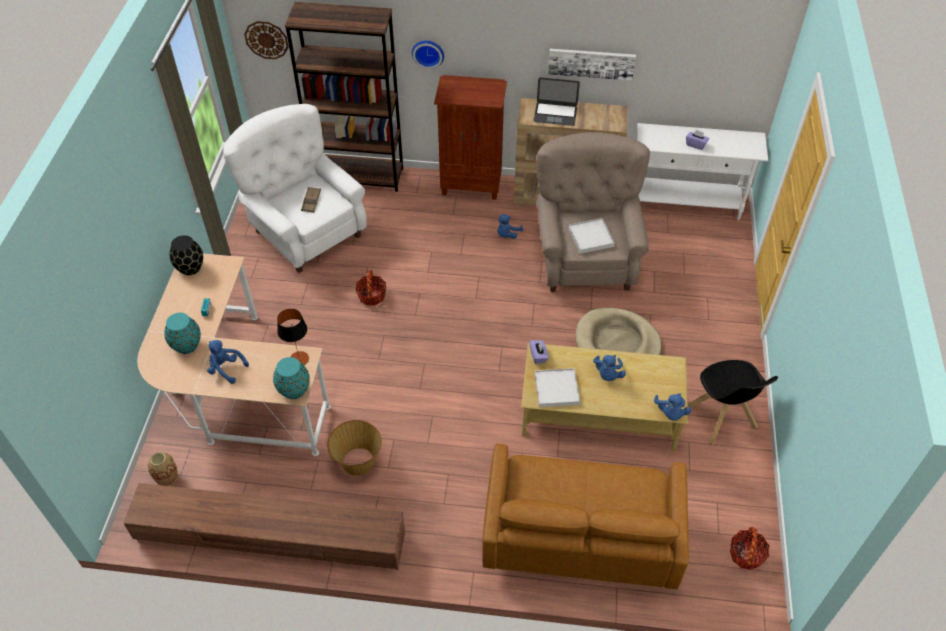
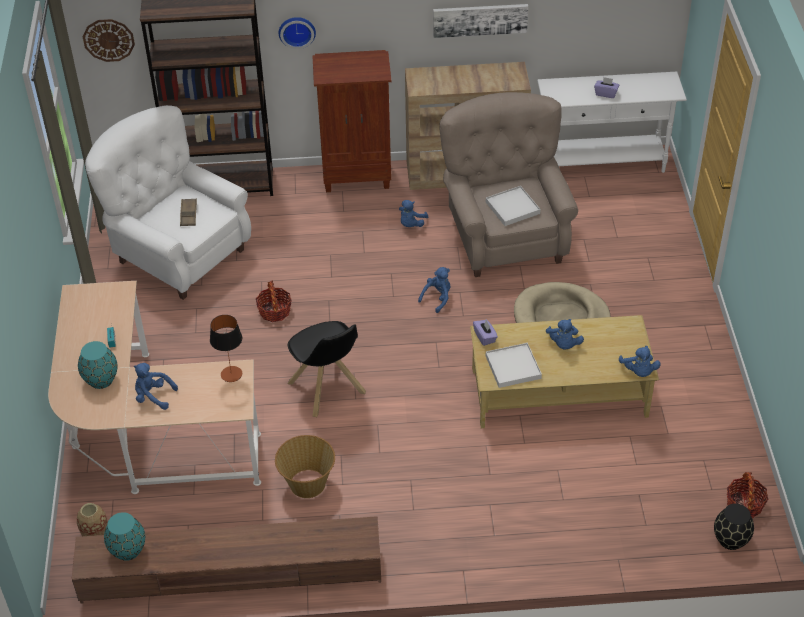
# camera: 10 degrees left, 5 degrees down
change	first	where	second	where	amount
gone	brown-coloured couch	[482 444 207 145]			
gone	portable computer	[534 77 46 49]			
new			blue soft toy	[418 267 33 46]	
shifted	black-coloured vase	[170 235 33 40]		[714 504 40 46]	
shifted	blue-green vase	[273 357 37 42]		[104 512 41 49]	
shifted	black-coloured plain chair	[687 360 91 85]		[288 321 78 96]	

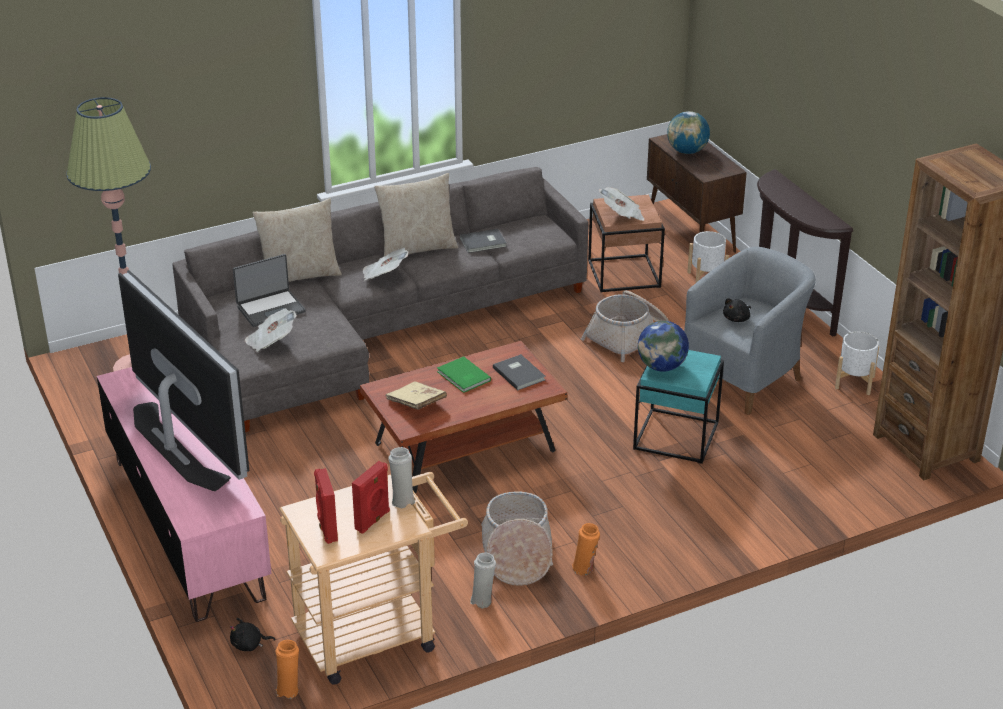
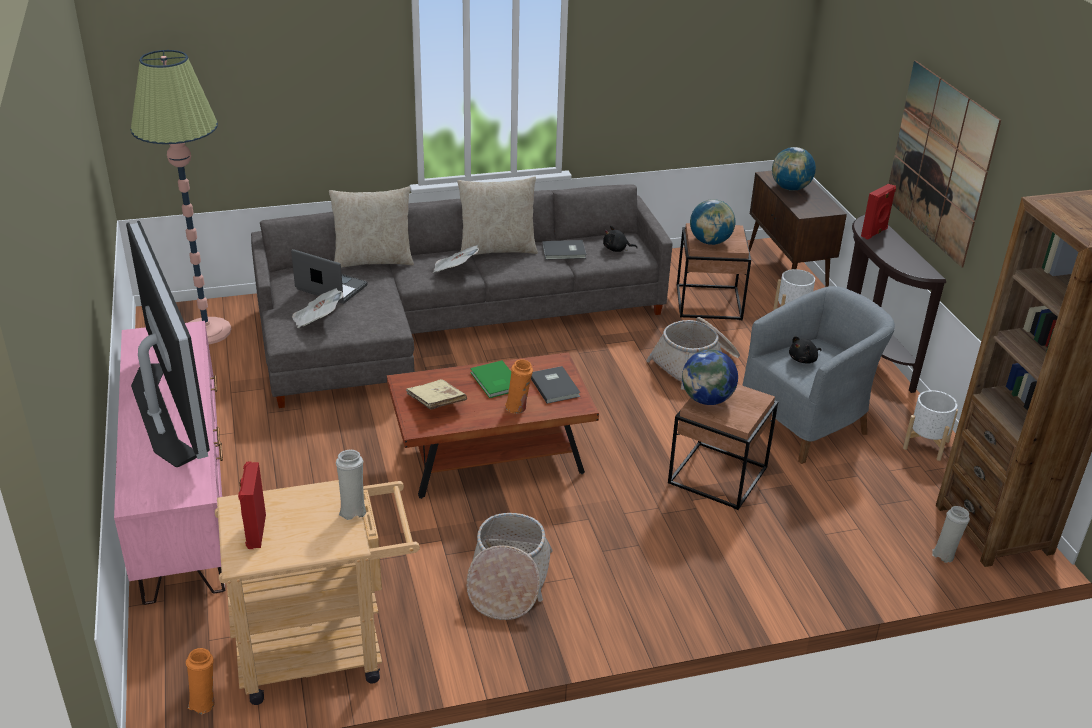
# camera: 10 degrees right, 0 degrees up
change	first	where	second	where	amount
new			wall art	[888 61 113 207]	
shifted	black-coloured soft toy	[230 618 45 33]		[603 225 35 27]	
shifted	red-coloured loudspeaker	[352 461 38 73]		[861 184 35 56]	
shifted	white vase	[470 553 26 56]		[932 506 38 57]	
shifted	orange vase	[572 523 28 52]		[505 359 28 54]	
swapped	printed paper	[599 187 45 34]	desk globe	[690 199 45 46]	
repainted	blue-green side table	[633 350 91 114]	brown-coloured side table	[668 384 110 126]	
rotated	portable computer	[233 254 73 73]		[291 249 77 55]	135 degrees counterclockwise

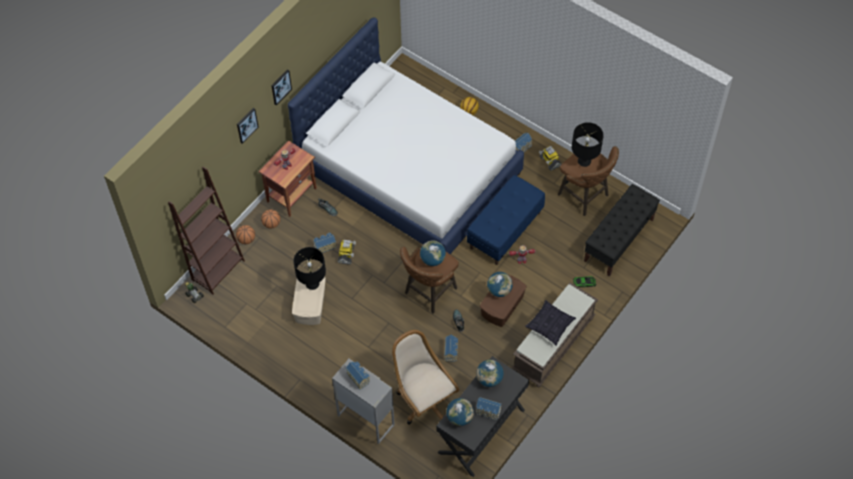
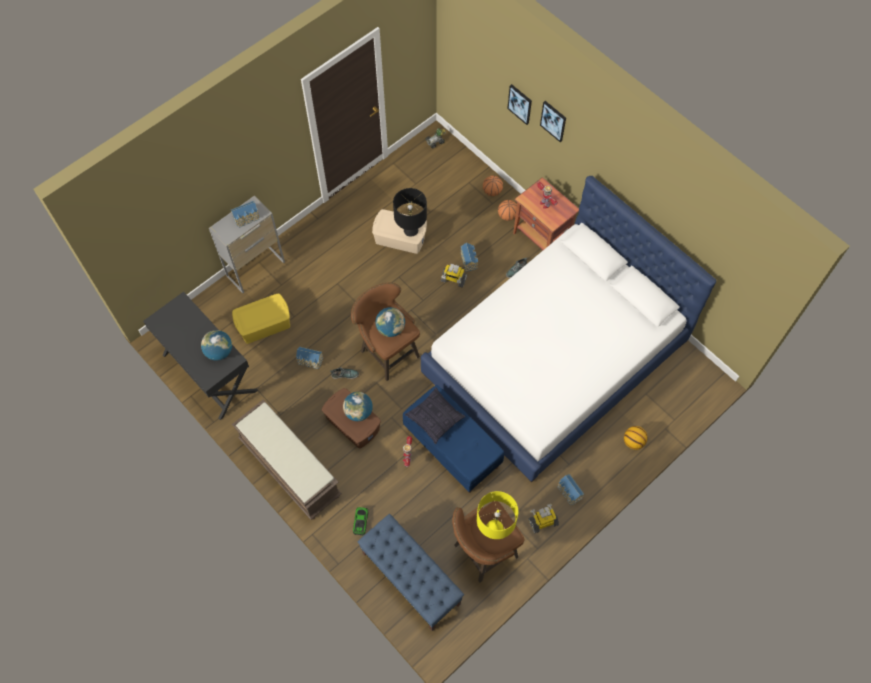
# camera: 100 degrees right, 5 degrees up
change	first	where	second	where	amount
gone	brown-coloured bookcase	[168 167 77 127]			
gone	desk globe	[446 398 28 28]			
gone	miniature house	[476 397 25 23]			
shifted	wall art	[271 69 21 36]		[507 84 25 41]	
shifted	pillow	[525 300 51 46]		[405 388 60 56]	
swapped	desk chair	[392 330 67 94]	yellowish storage box	[232 294 58 50]	
repainted	black-coloured tabletop lamp	[572 122 32 45]	yellowish tabletop lamp	[476 491 42 48]	
repainted	black-coloured indoor bench	[584 184 76 93]	blue indoor bench	[358 514 106 117]	

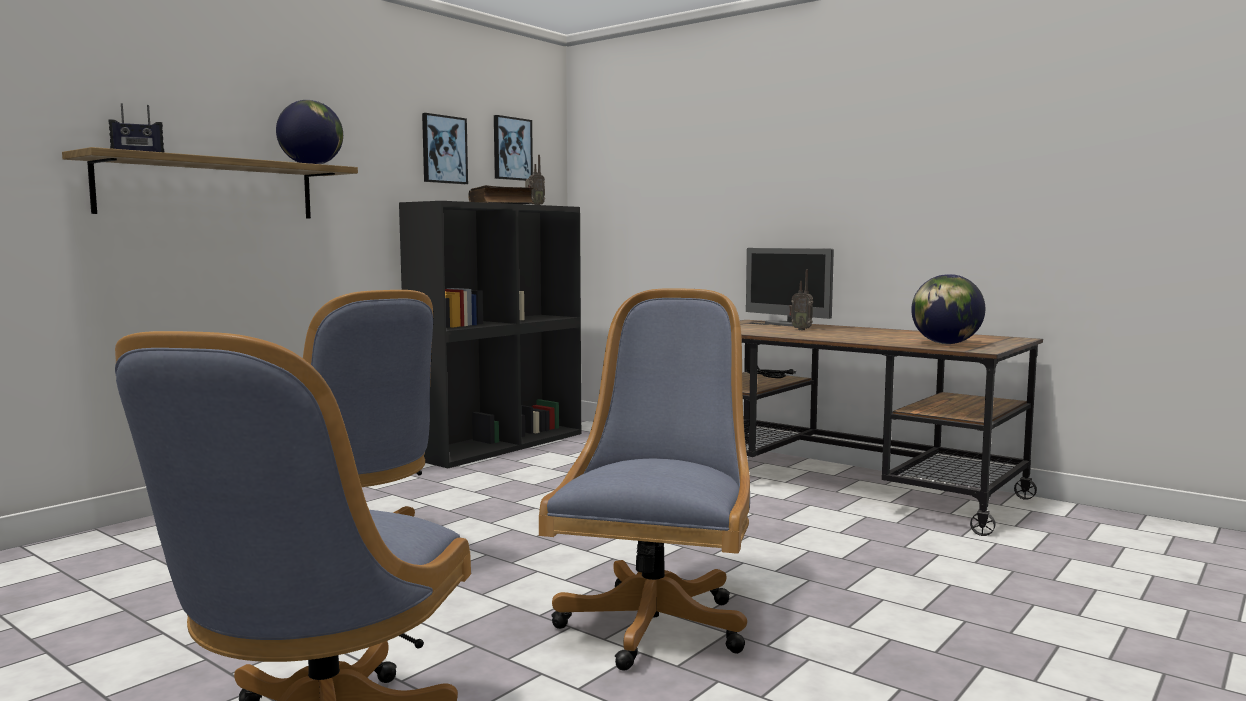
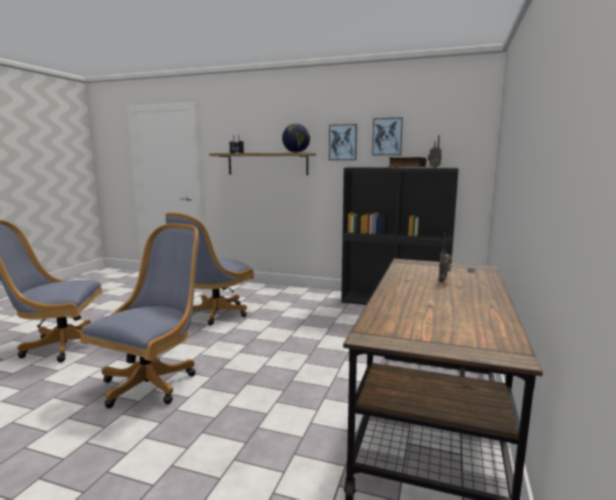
# camera: 70 degrees right, 5 degrees up
change	first	where	second	where	amount
gone	monitor	[746 248 88 78]			
gone	desk globe	[911 274 74 70]			
shifted	wall art	[494 115 39 66]		[329 124 28 36]	
rotated	blue desk chair	[539 288 211 383]		[80 223 119 185]	60 degrees counterclockwise

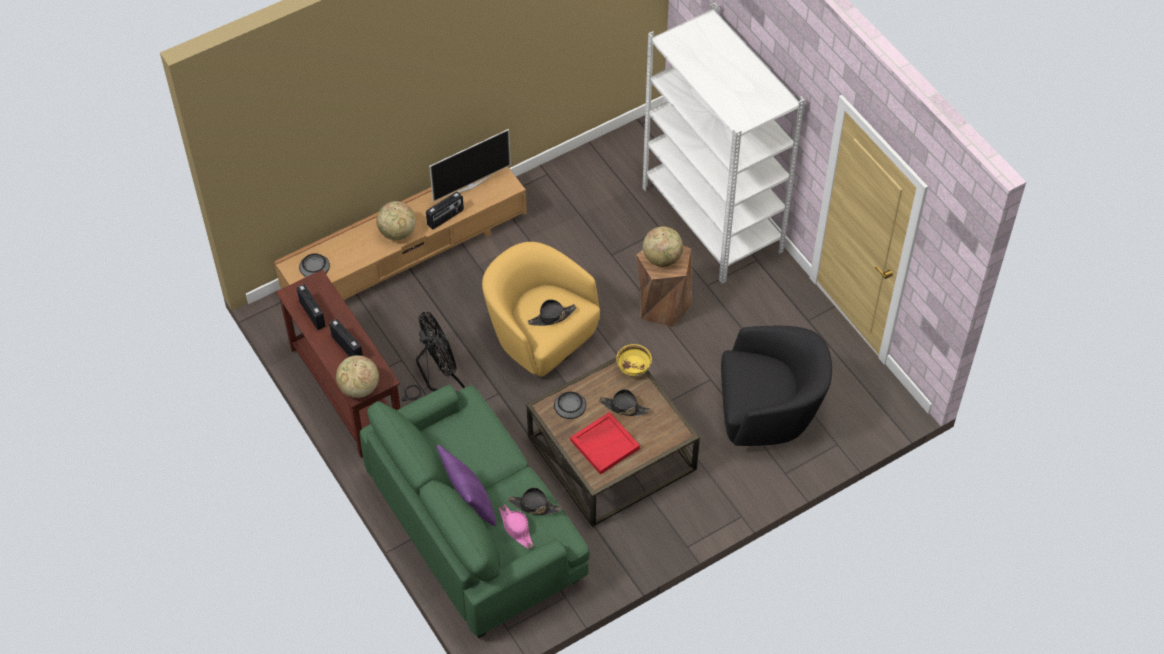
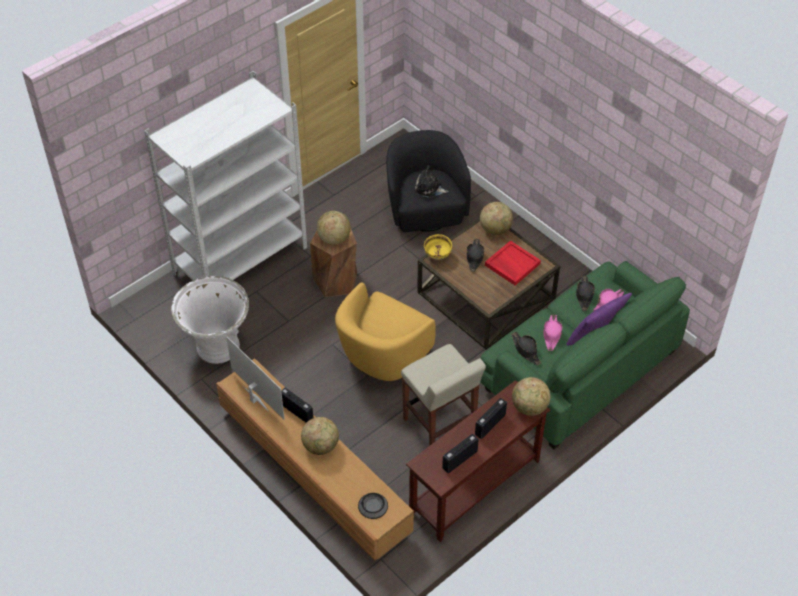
# camera: 100 degrees left, 5 degrees down
change	first	where	second	where	amount
gone	serving bowl	[554 392 32 27]			
new			white planter	[171 276 78 88]	
new			soft toy	[414 165 35 33]	
new			desk globe	[480 202 33 33]	
new			pinkish wearable hat	[543 315 19 36]	
shifted	black-coloured wearable hat	[528 299 49 27]		[511 332 30 33]	
swapped	black-coloured electric fan	[402 312 63 89]	sand-coloured stool	[401 344 85 102]	

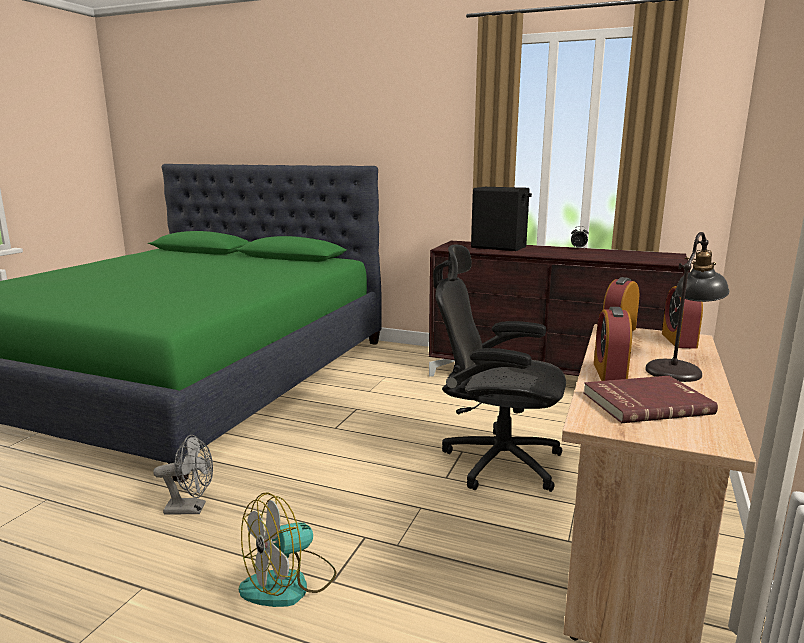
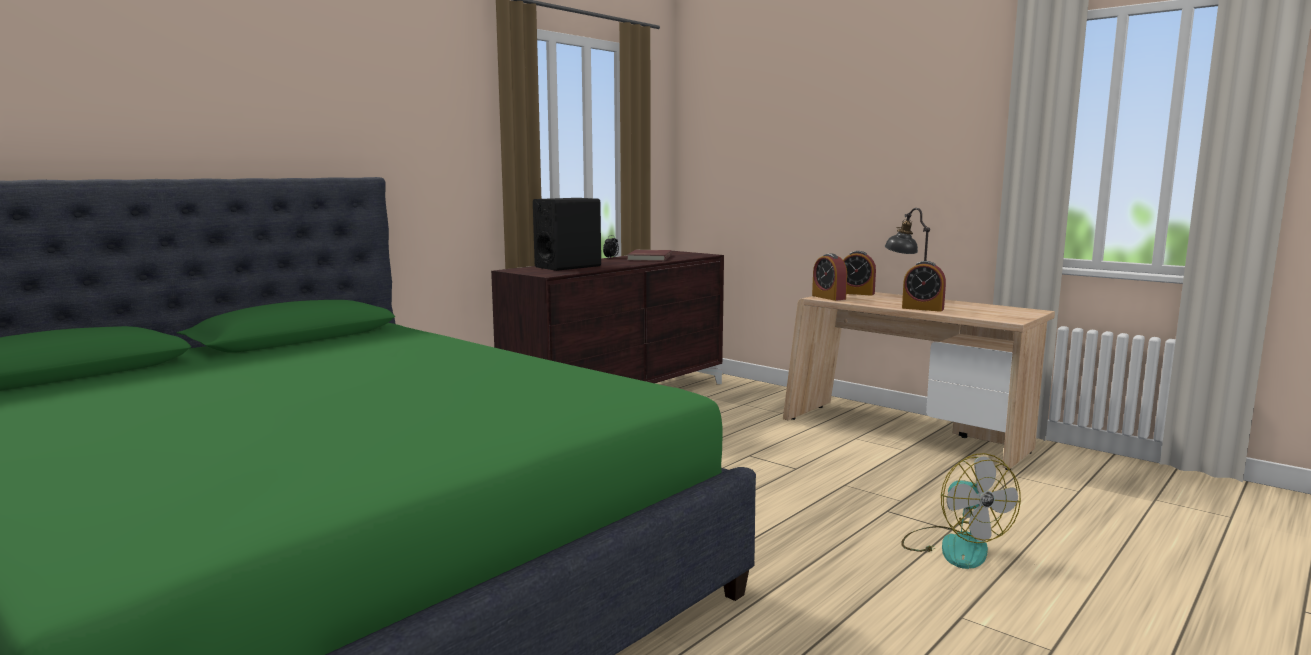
# camera: 70 degrees left, 5 degrees down
change	first	where	second	where	amount
gone	gray electric fan	[153 435 60 80]			
gone	desk chair	[433 245 133 247]			
shifted	red-coloured book	[583 376 135 47]		[627 250 45 11]	

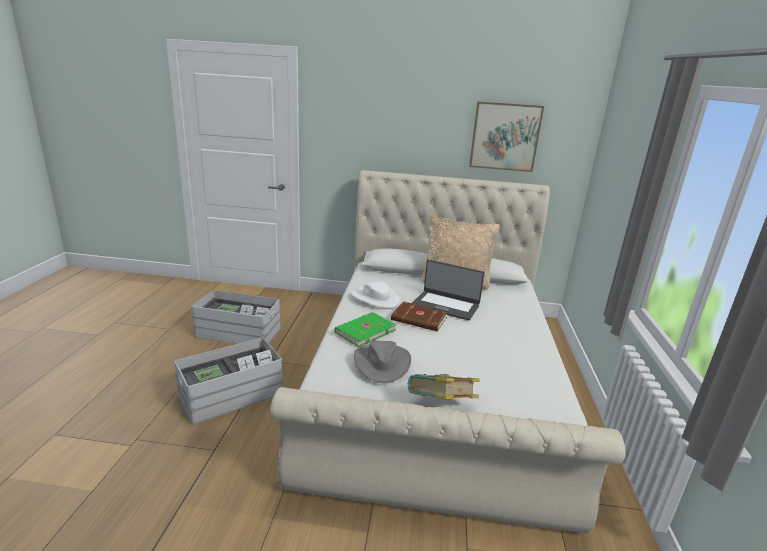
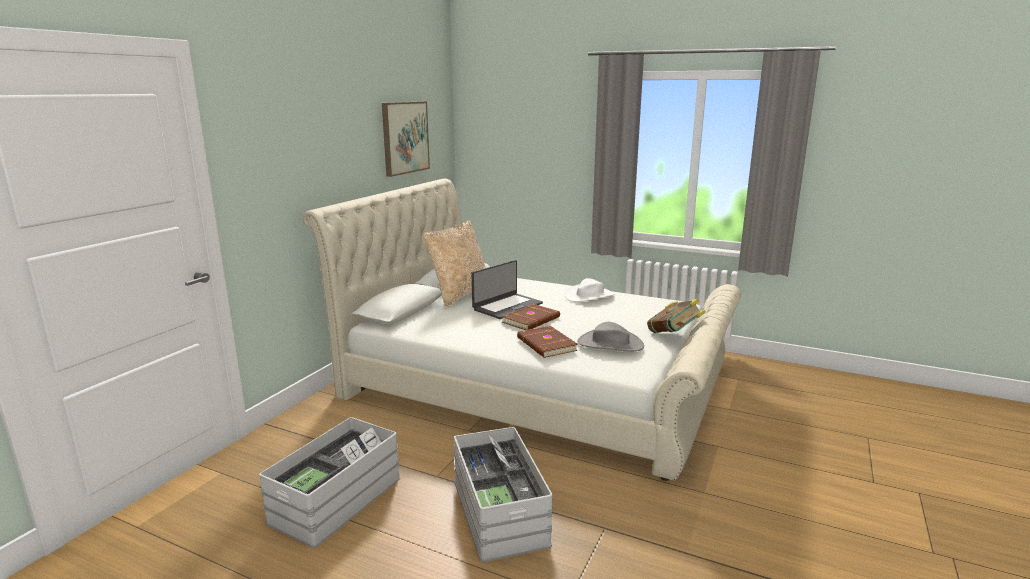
# camera: 70 degrees left, 5 degrees down
change	first	where	second	where	amount
shifted	white wearable hat	[351 281 50 27]		[565 278 50 24]	
repainted	green book	[334 312 62 35]	brown-coloured book	[517 326 61 32]	

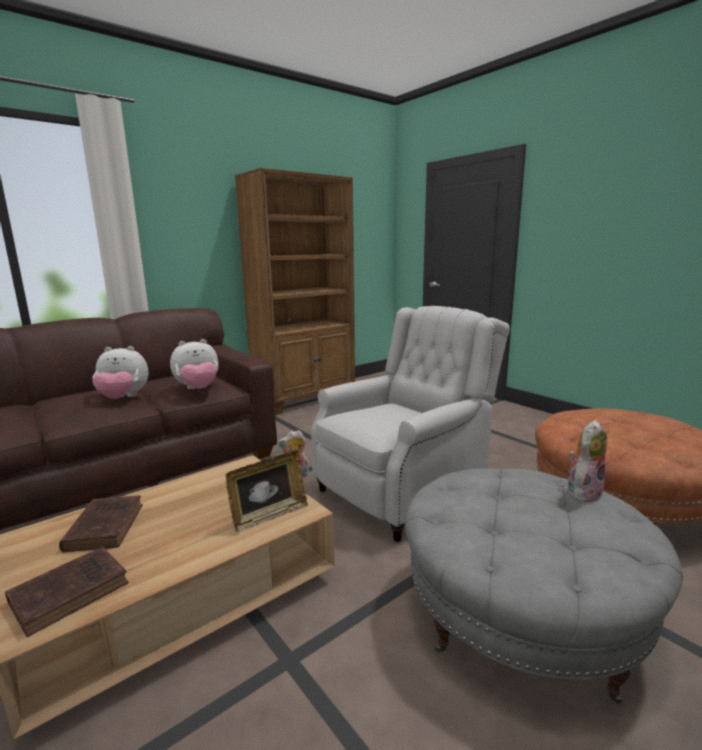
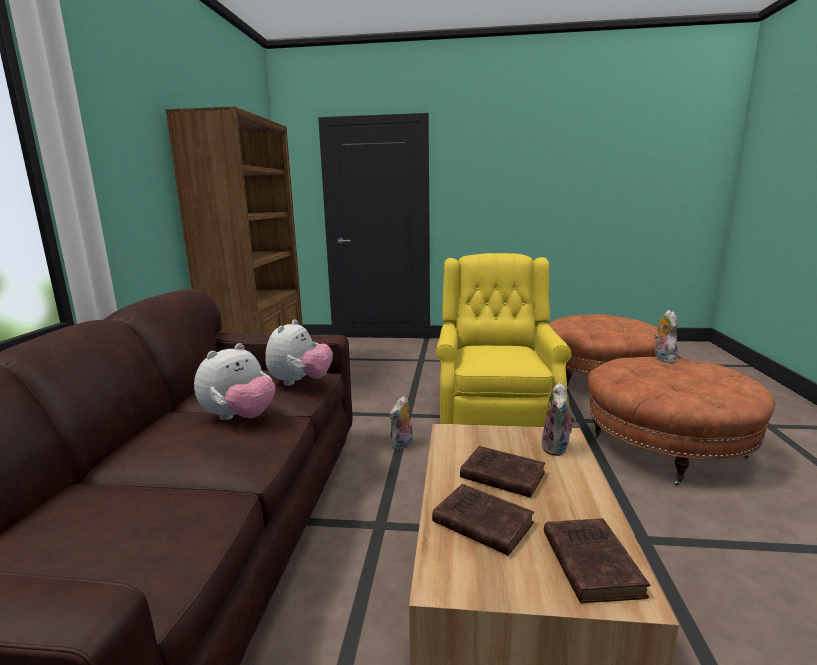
# camera: 45 degrees left, 0 degrees up
change	first	where	second	where	amount
new			brown-coloured book	[460 446 85 52]	
swapped	standing frame	[226 451 82 82]	soft toy	[541 382 35 74]	
repainted	white armchair	[311 306 199 236]	yellowish armchair	[436 253 136 174]	
repainted	gray ottoman	[405 469 278 235]	brown-coloured ottoman	[588 357 187 128]	

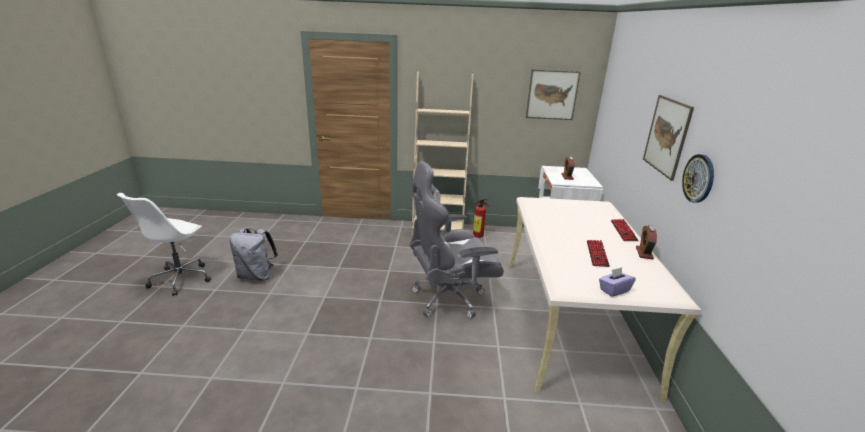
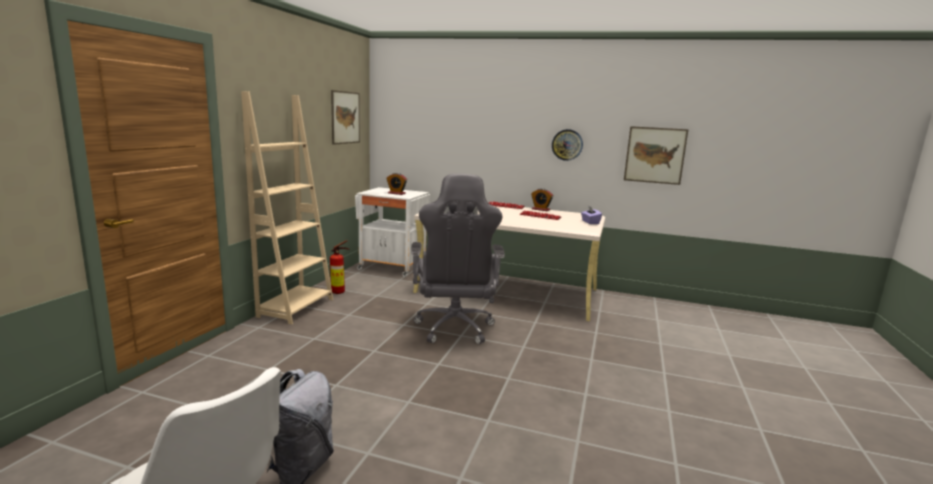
# camera: 75 degrees left, 10 degrees down
change	first	where	second	where	amount
shifted	wall art	[643 95 51 86]		[624 126 64 59]	

